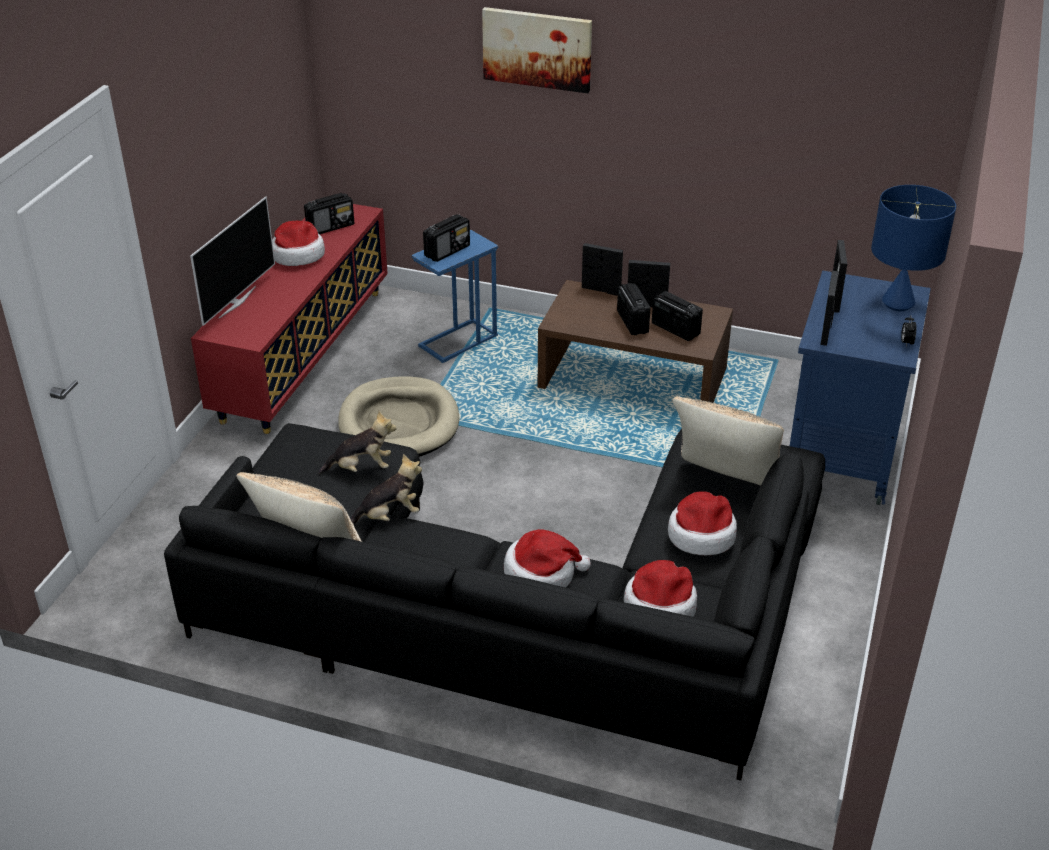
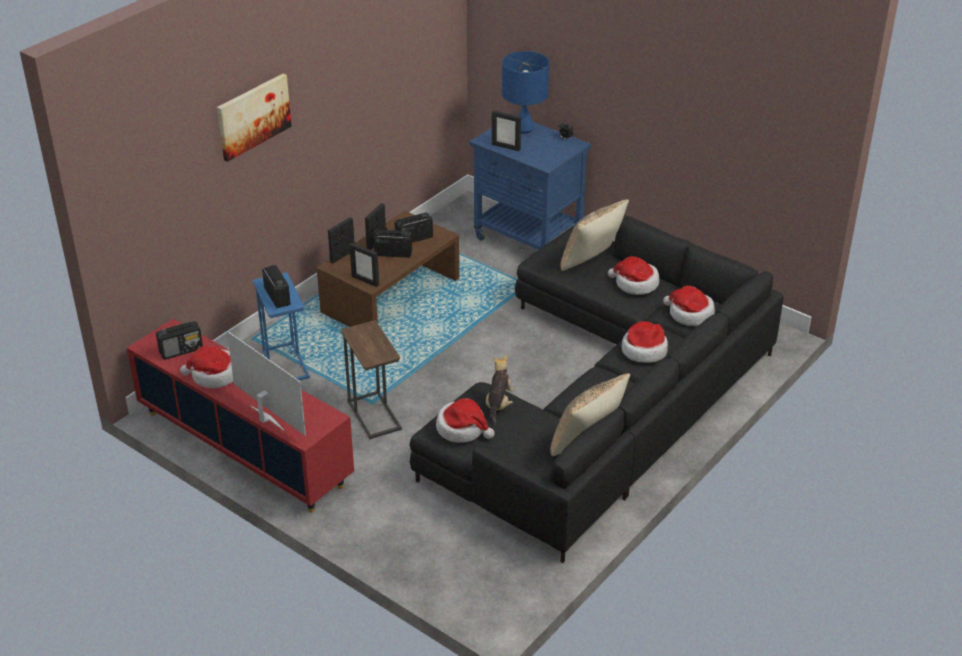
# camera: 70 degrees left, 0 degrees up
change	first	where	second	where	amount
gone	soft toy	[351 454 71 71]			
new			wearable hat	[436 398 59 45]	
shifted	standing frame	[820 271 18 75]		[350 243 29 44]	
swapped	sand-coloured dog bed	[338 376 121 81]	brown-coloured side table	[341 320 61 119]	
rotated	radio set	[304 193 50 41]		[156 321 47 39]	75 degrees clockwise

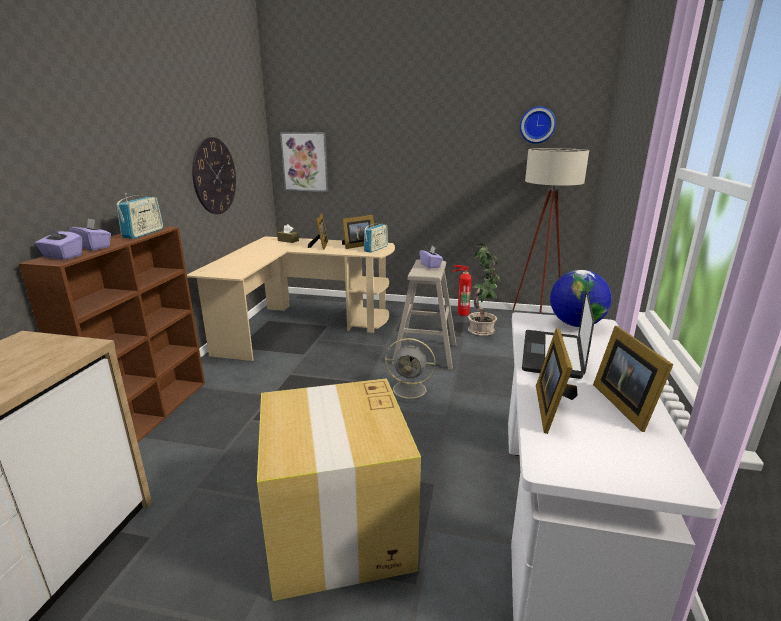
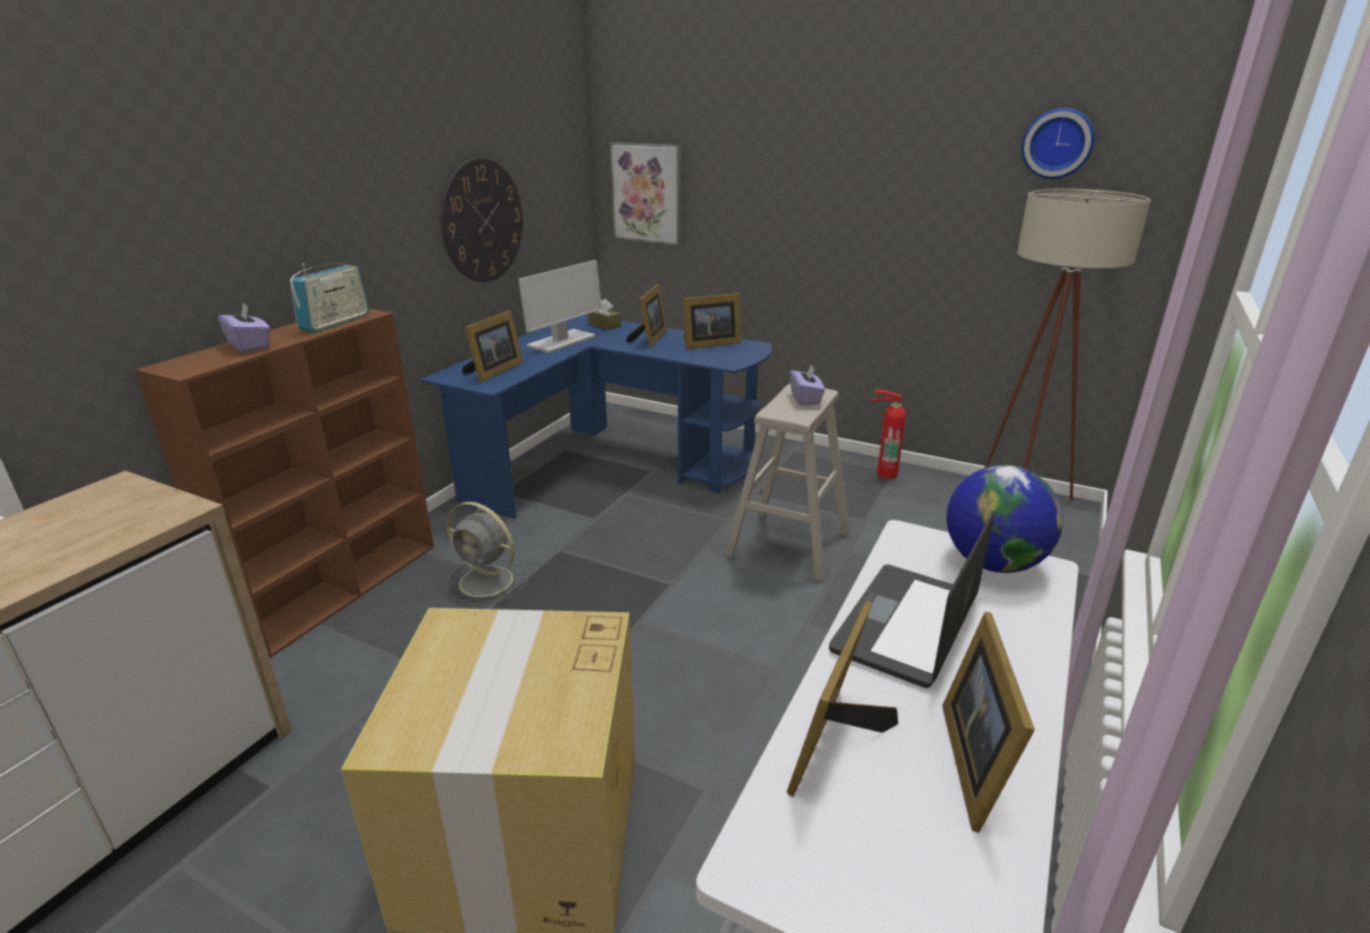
# camera: 15 degrees right, 5 degrees up
change	first	where	second	where	amount
gone	purple tissue holder	[35 227 47 33]			
gone	radio set	[364 223 24 30]			
gone	houseplant	[468 243 32 93]			
new			standing frame	[462 310 61 72]	
new			monitor	[518 260 84 93]	
shifted	gray electric fan	[385 338 50 65]		[445 502 84 104]	
repainted	sand-coloured desk table	[187 236 208 125]	blue desk table	[420 315 352 204]	

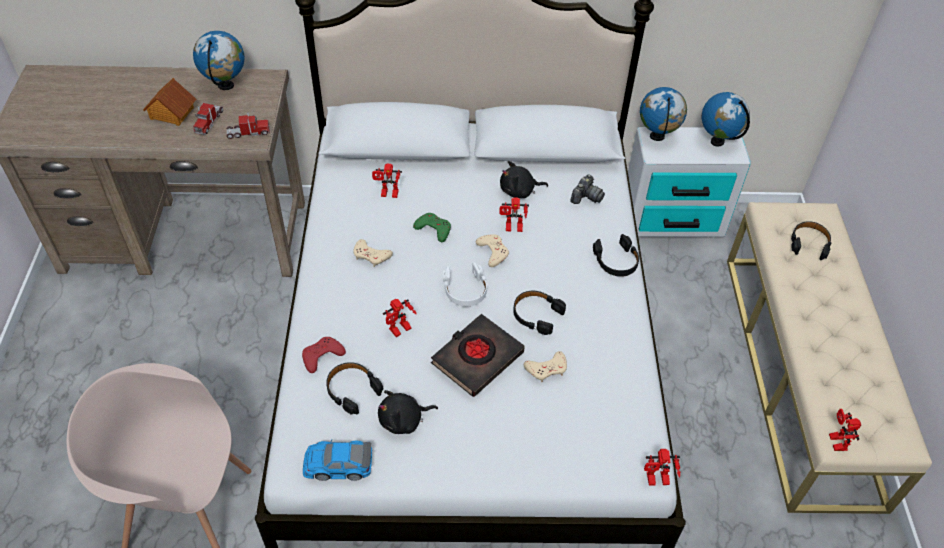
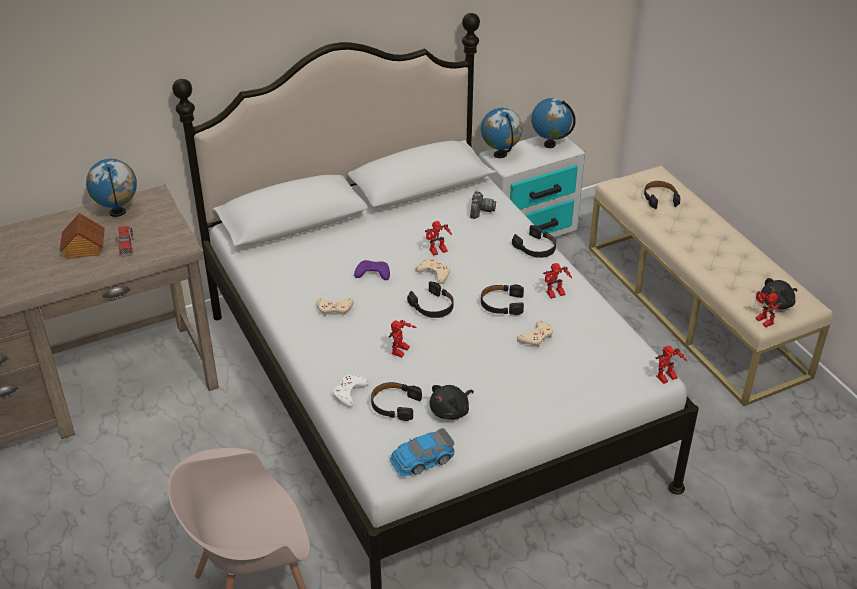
# camera: 25 degrees left, 10 degrees down
change	first	where	second	where	amount
gone	toy lorry	[226 112 44 27]			
gone	black-coloured book	[431 314 94 83]			
shifted	toy robot	[372 163 30 35]		[543 263 29 36]	
shifted	black-coloured soft toy	[500 161 48 37]		[761 278 36 31]	
repainted	red-coloured gamepad	[302 337 44 36]	white gamepad	[333 375 36 32]	
repainted	green gamepad	[413 213 38 29]	purple gamepad	[354 260 36 20]	
repainted	white headset	[443 262 44 45]	black-coloured headset	[407 281 47 37]	

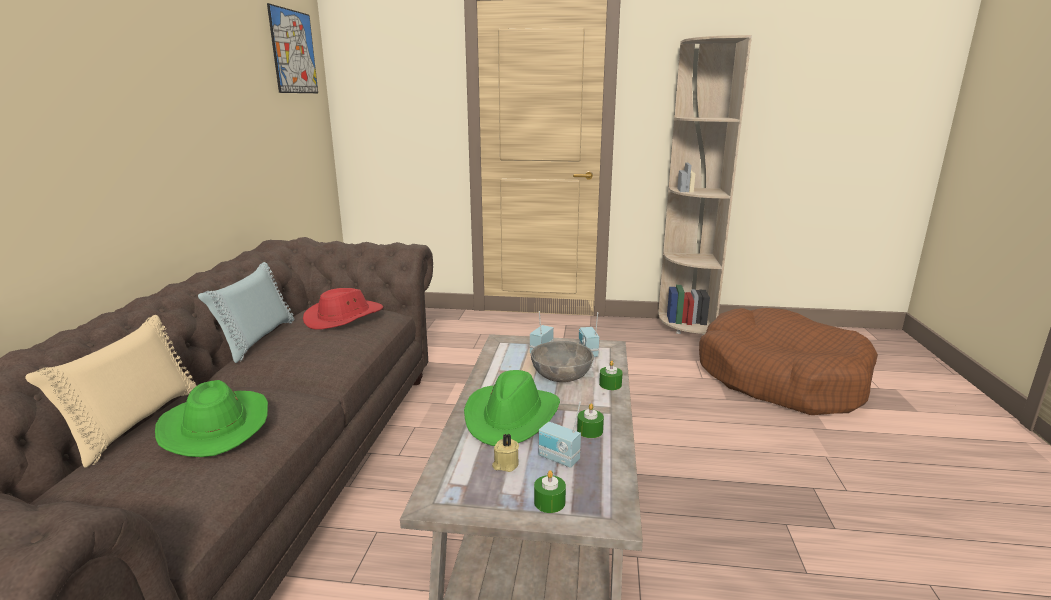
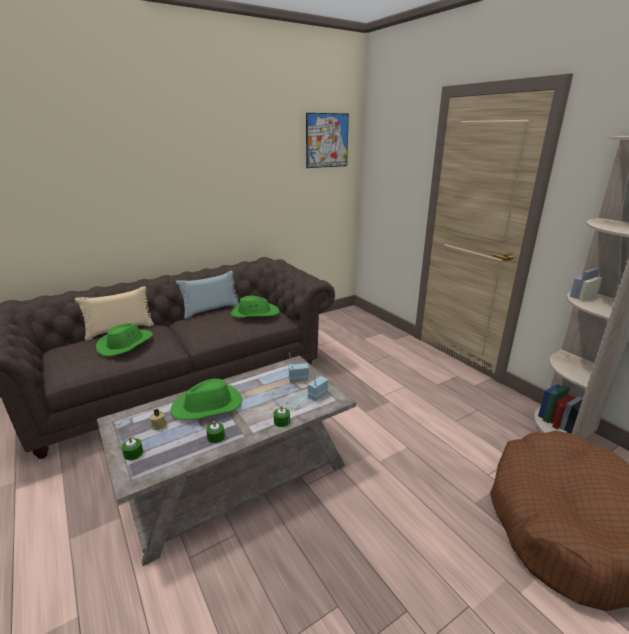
# camera: 50 degrees right, 5 degrees up
change	first	where	second	where	amount
gone	gray serving bowl	[531 341 63 41]			
gone	radio set	[539 402 42 66]			
repainted	red-coloured wearable hat	[303 288 80 42]	green wearable hat	[231 296 49 22]	

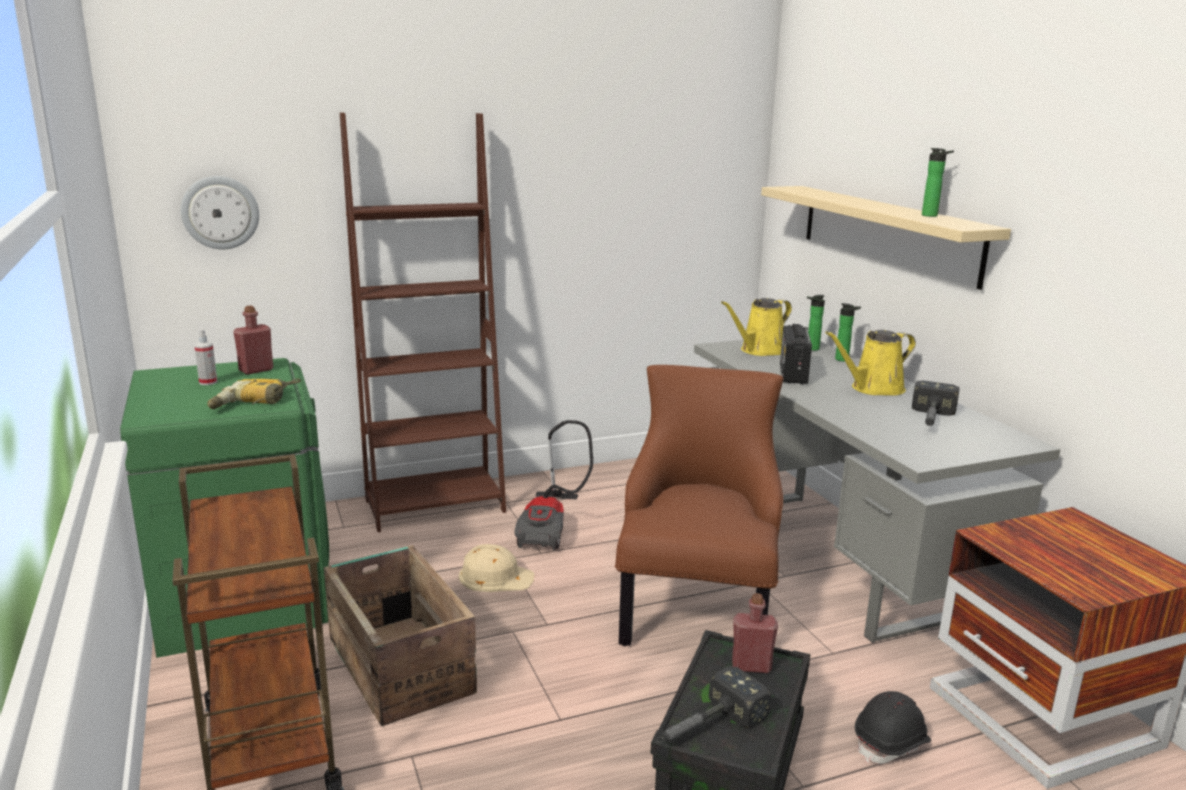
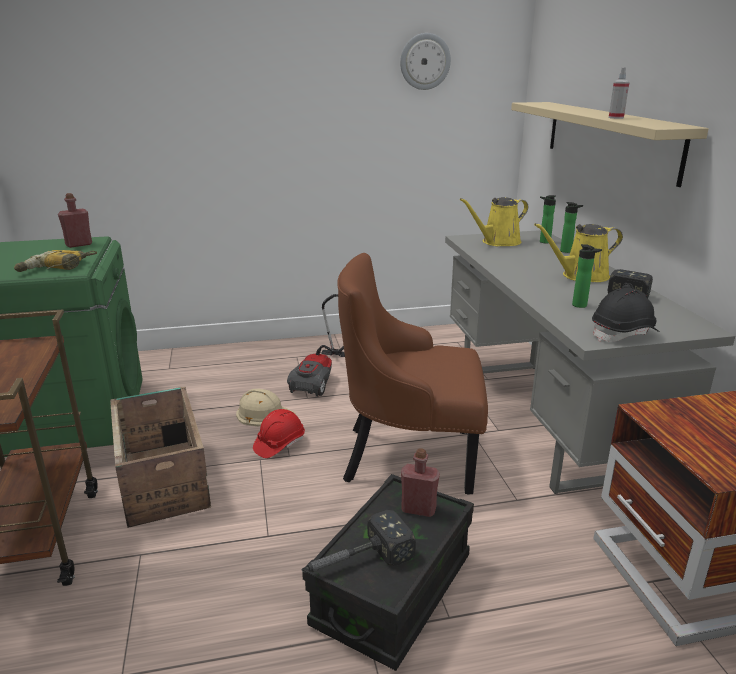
# camera: 10 degrees right, 5 degrees up
change	first	where	second	where	amount
gone	brown-coloured bookcase	[340 112 166 420]			
gone	radio set	[780 324 32 60]			
new			red-coloured work helmet	[253 409 52 49]	
shifted	clock on the wall	[181 176 78 73]		[400 33 51 57]	
shifted	hand sprayer	[194 329 23 56]		[609 68 20 51]	
shifted	black-coloured work helmet	[855 691 76 73]		[592 288 68 54]	
shifted	beverage bottle	[922 148 32 69]		[572 244 30 64]	
rotated	brown-coloured plain chair	[615 365 168 281]		[337 253 151 242]	105 degrees counterclockwise

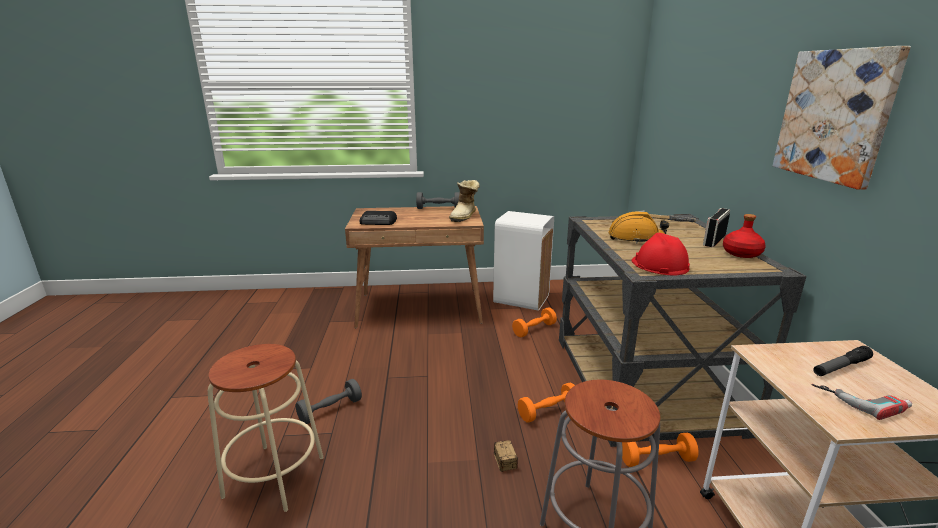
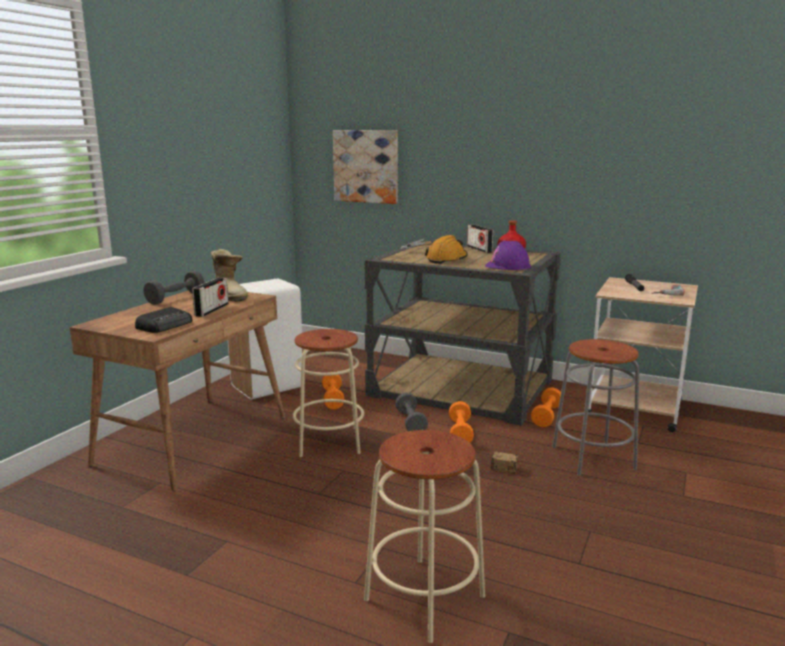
# camera: 60 degrees left, 5 degrees down
change	first	where	second	where	amount
new			radio set	[192 277 37 40]	
new			sand-coloured stool	[293 329 71 128]	
shifted	gray free weight	[295 379 67 45]		[395 393 33 38]	
shifted	wall art	[773 46 138 144]		[333 130 65 74]	
repainted	red-coloured work helmet	[632 233 58 42]	purple work helmet	[485 241 46 29]	

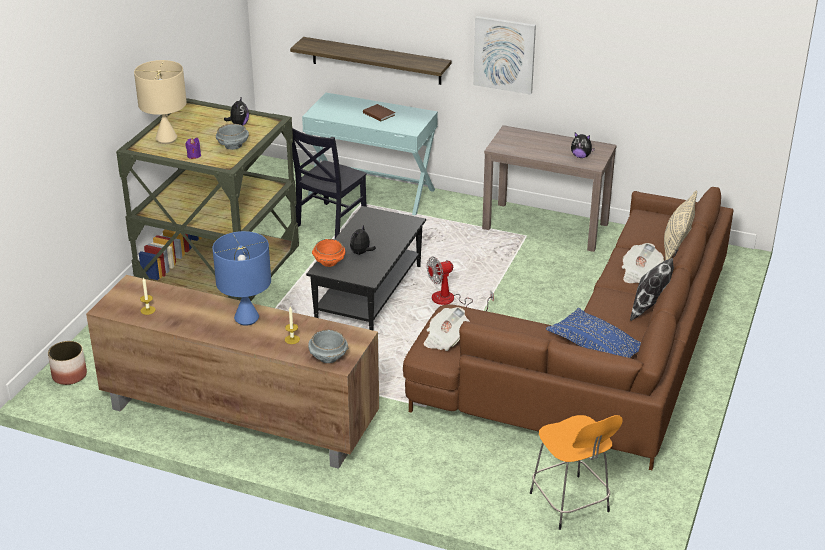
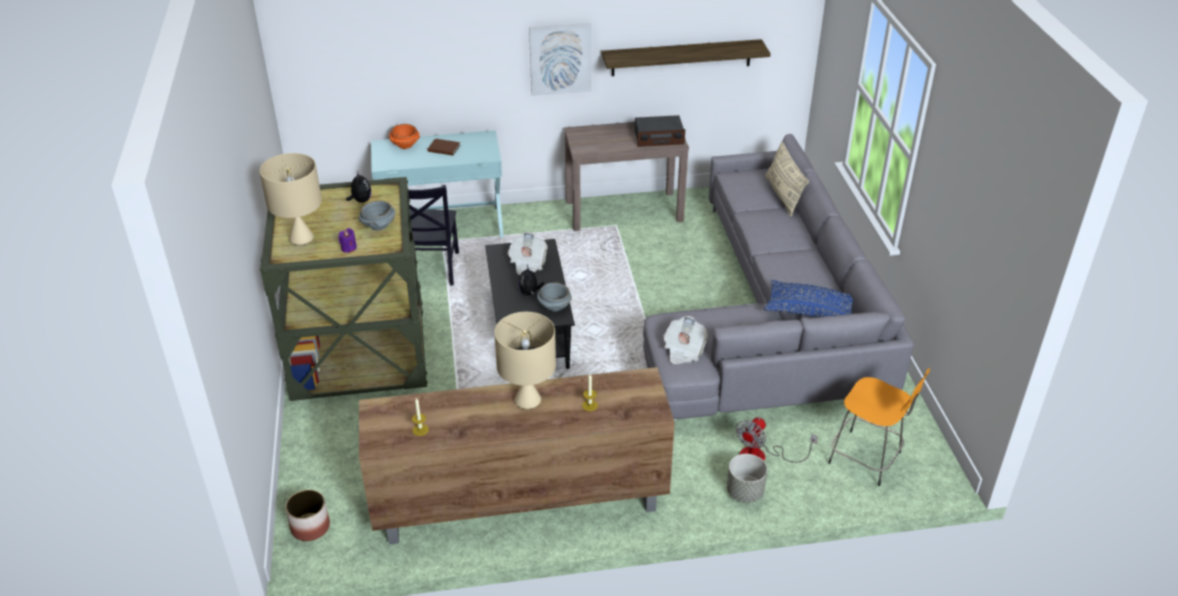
# camera: 30 degrees left, 5 degrees up
change	first	where	second	where	amount
gone	pillow	[630 249 49 72]			
new			gray planter	[727 454 40 49]	
shifted	bracket shelf	[290 37 162 48]		[601 39 170 37]	
shifted	gray serving bowl	[308 330 40 33]		[537 282 35 30]	
shifted	orange serving bowl	[312 239 33 28]		[389 124 31 25]	
shifted	electric fan	[427 256 67 55]		[736 417 82 46]	
shifted	printed paper	[622 243 42 40]		[508 232 40 43]	
swapped	soft toy	[571 133 24 25]	radio set	[635 115 50 32]	
repainted	blue tabletop lamp	[212 231 59 95]	sand-coloured tabletop lamp	[494 312 62 97]	
repainted	brown-coloured couch	[403 187 331 283]	gray couch	[643 134 271 285]	

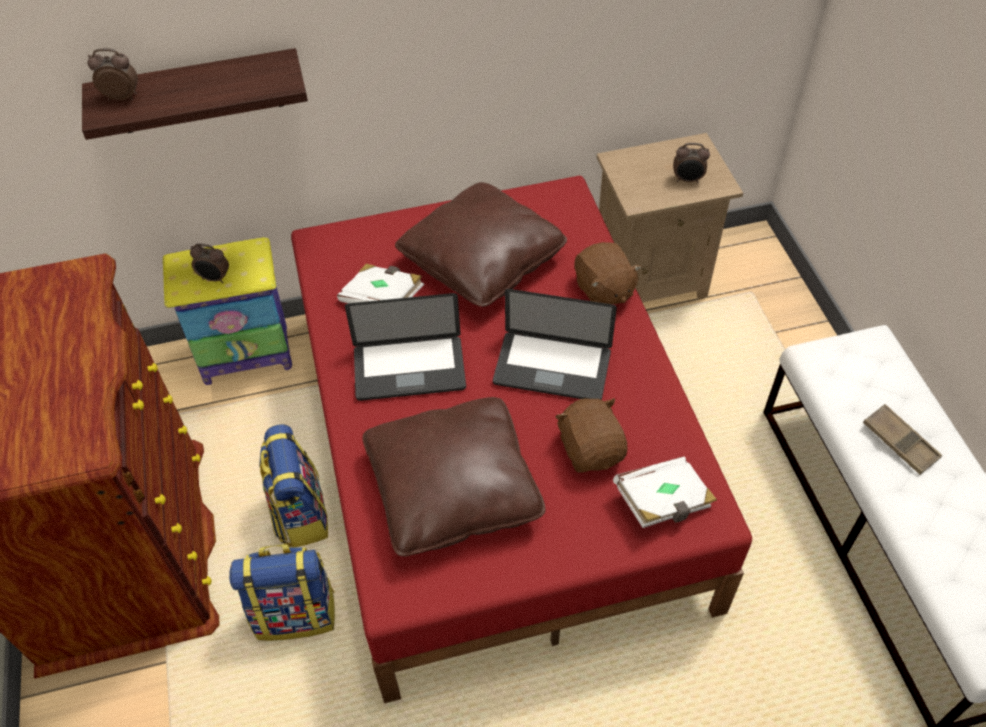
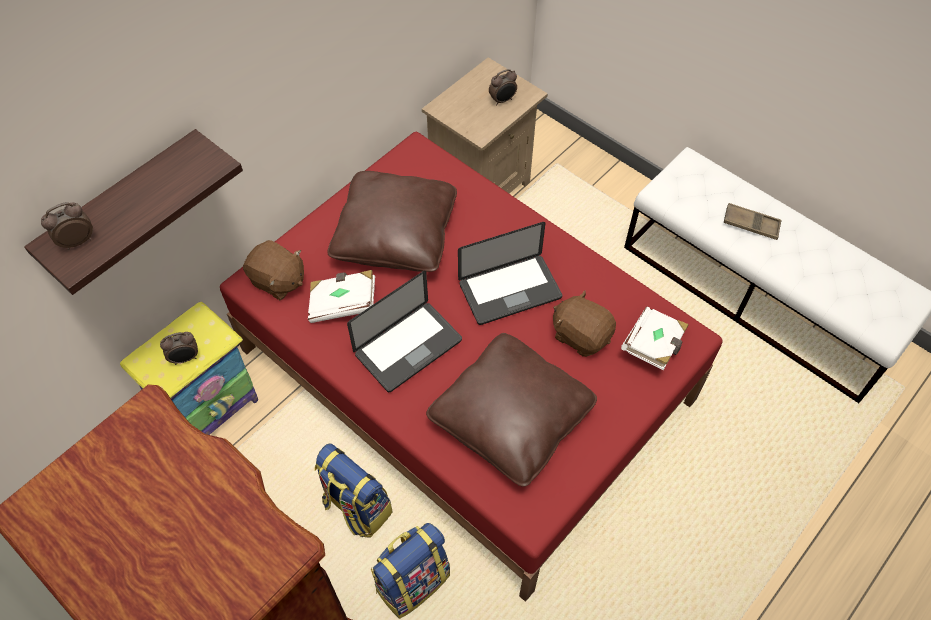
# camera: 35 degrees left, 5 degrees up
change	first	where	second	where	amount
shifted	brown-coloured soft toy	[574 242 68 62]		[243 240 61 60]	

